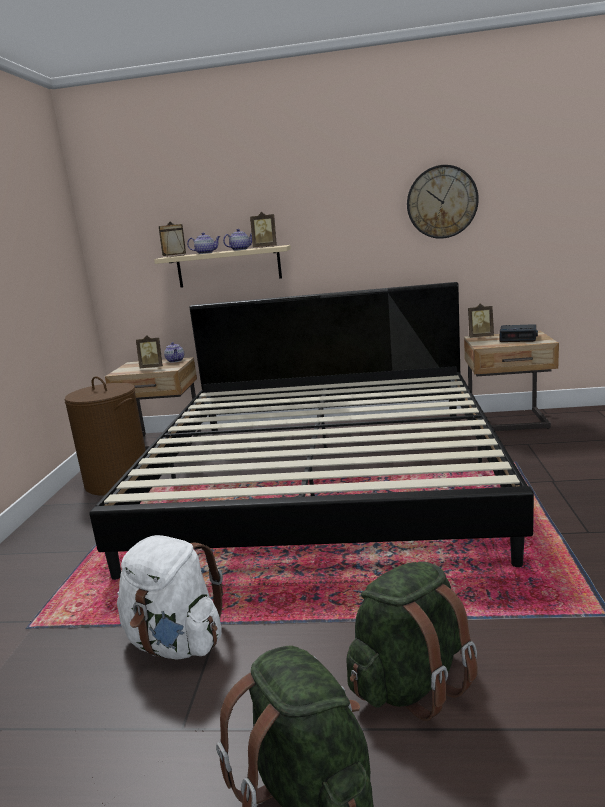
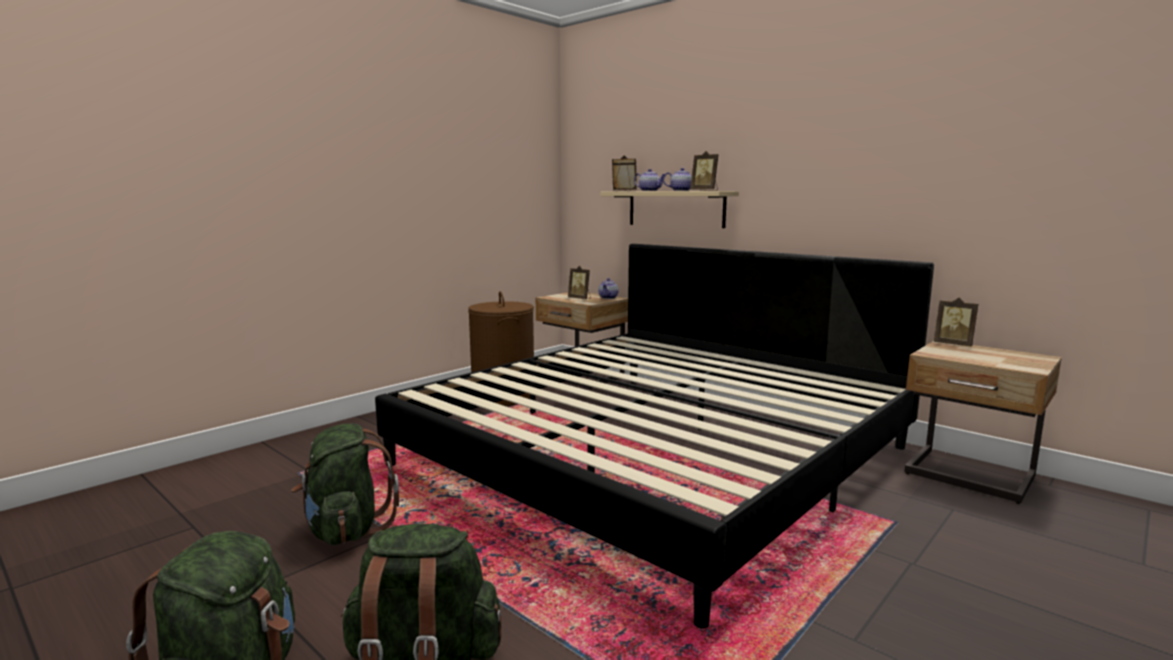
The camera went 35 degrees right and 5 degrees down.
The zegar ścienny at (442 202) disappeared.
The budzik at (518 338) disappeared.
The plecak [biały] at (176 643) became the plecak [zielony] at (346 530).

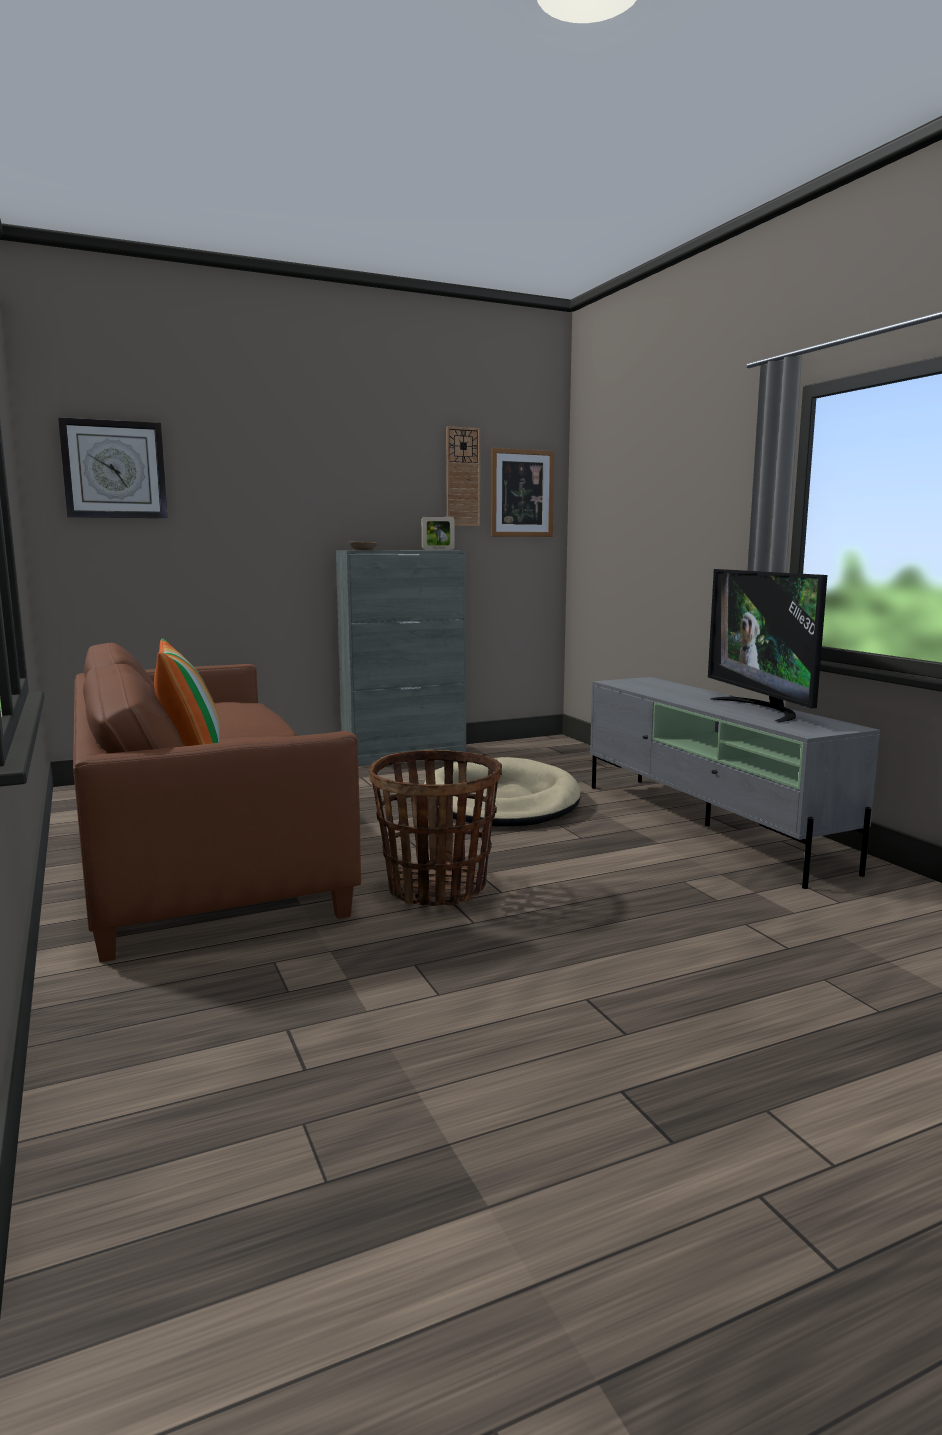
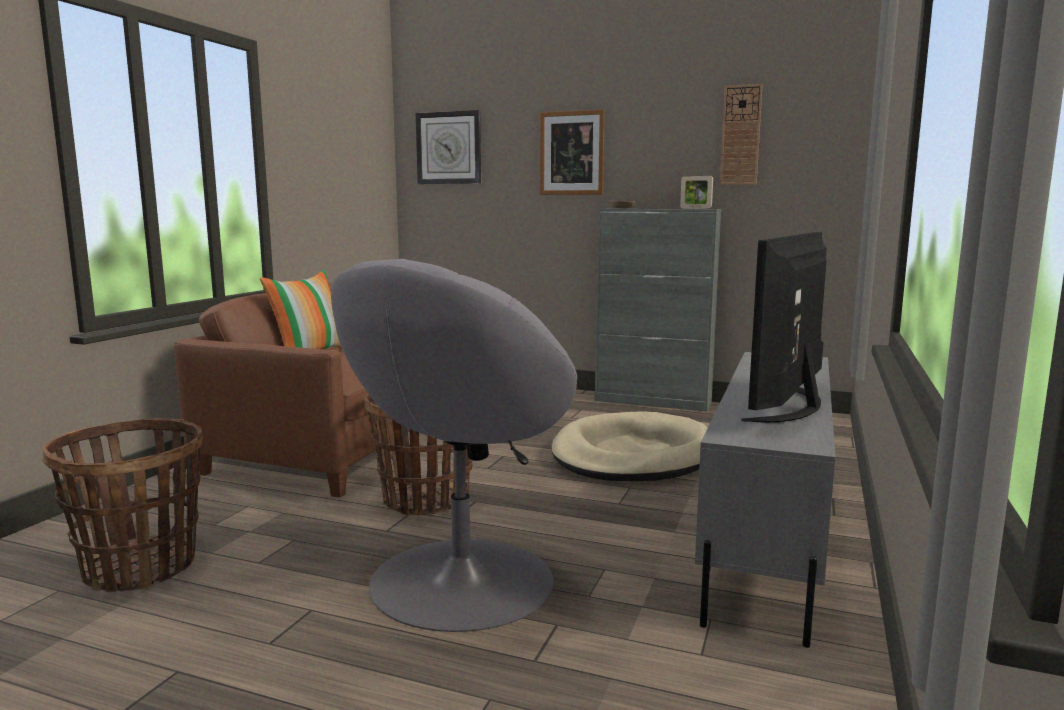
The camera went 45 degrees right and 0 degrees up.
The koszyk at (140 567) appeared.
The fotel [szary] at (459 582) appeared.
The obraz moved from (522 493) to (571 153).

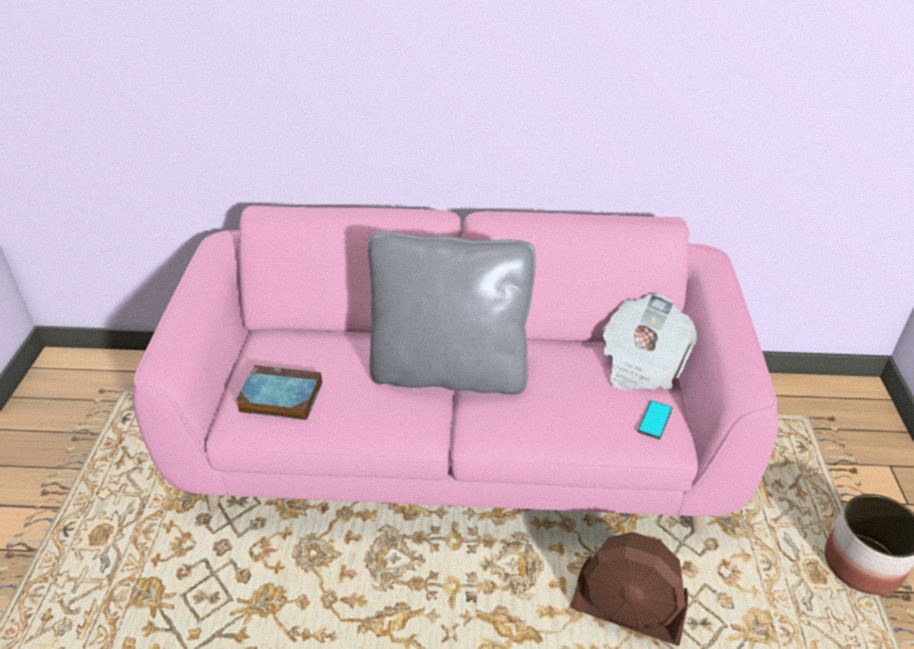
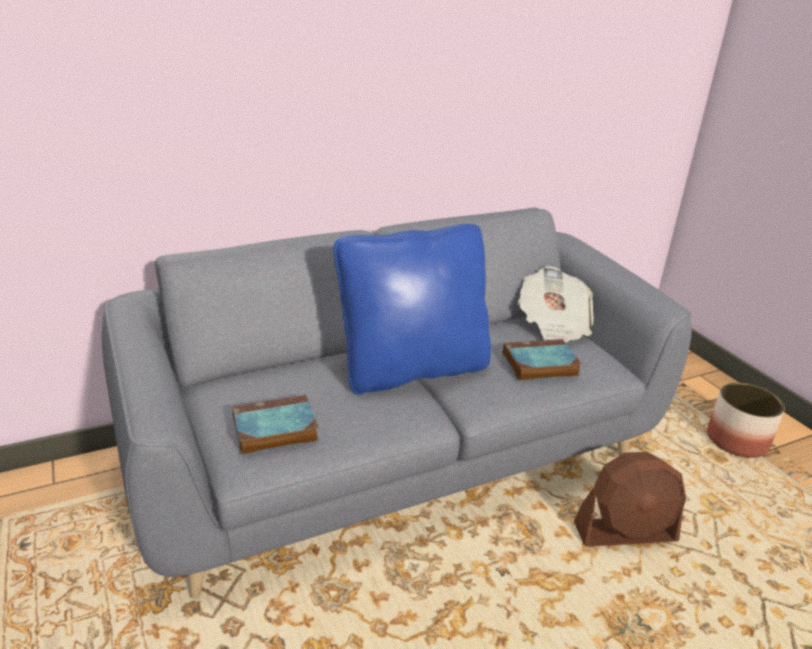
The camera went 30 degrees left and 10 degrees down.
The telefon at (655 420) disappeared.
The książka at (539 365) appeared.
The kanapa [różowy] at (457 447) became the kanapa [szary] at (398 458).
The poduszka [szary] at (449 372) became the poduszka [niebieski] at (412 369).

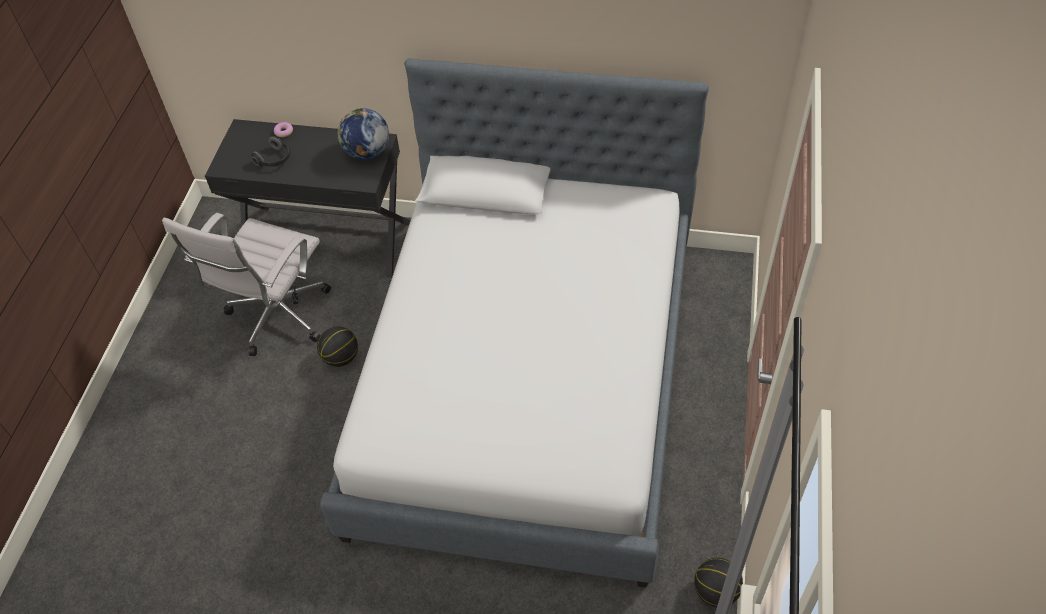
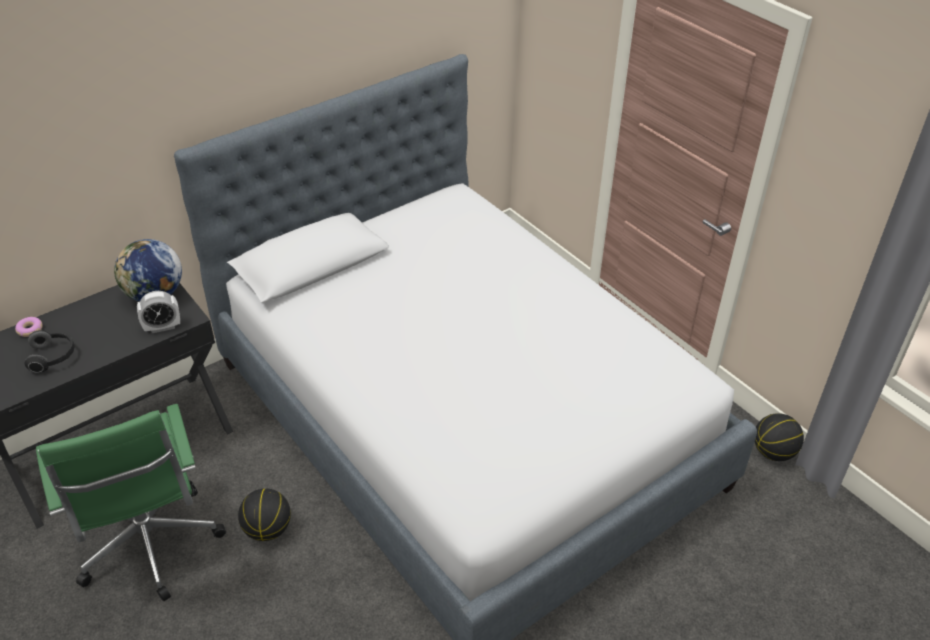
The camera went 50 degrees left and 10 degrees down.
The budzik at (162 327) appeared.
The krzesło biurowe [biały] at (276 318) became the krzesło biurowe [zielony] at (151 548).

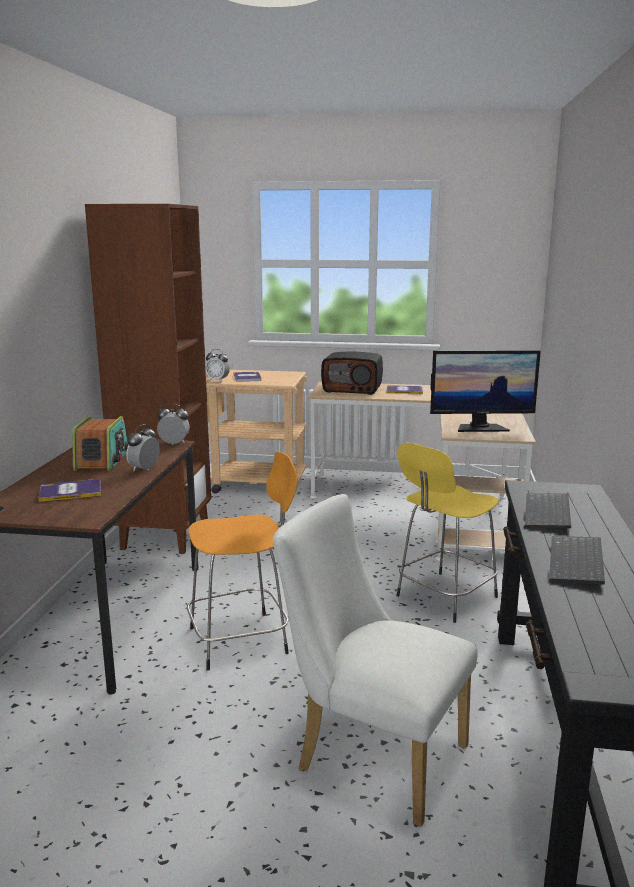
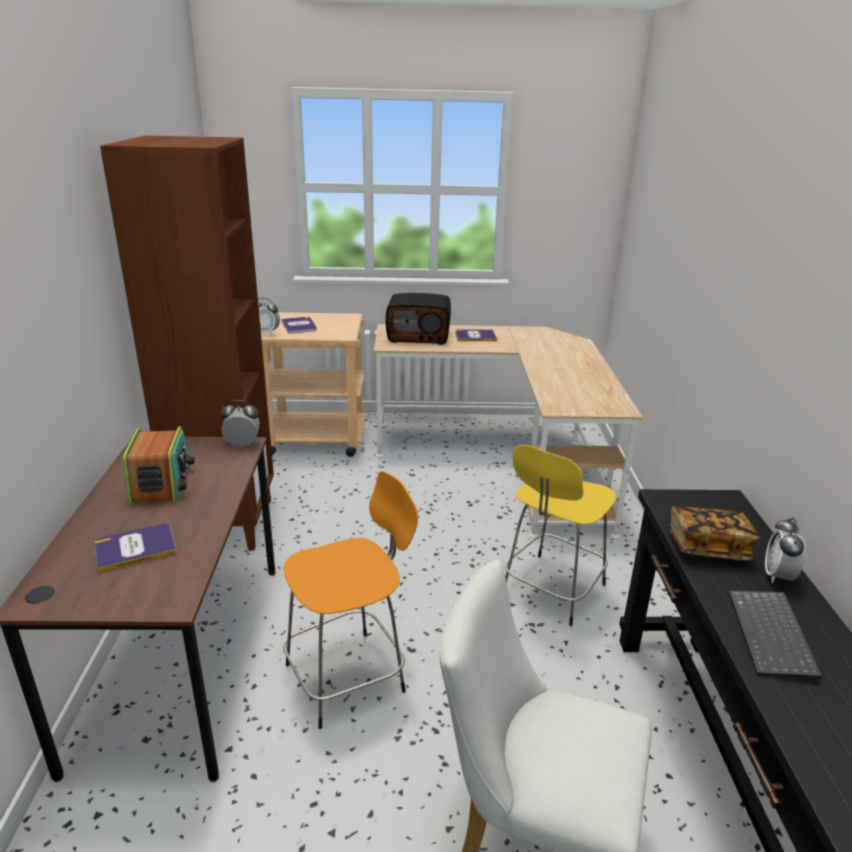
The camera went 10 degrees left and 10 degrees up.
The monitor at (480 428) disappeared.
The budzik moved from (144 469) to (778 576).
The klawiatura at (549 513) was replaced by the książka at (708 547).

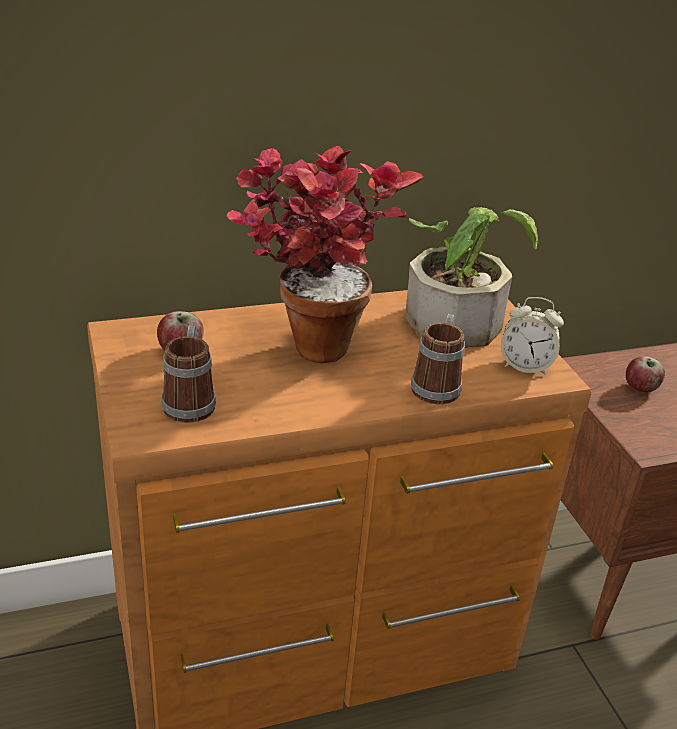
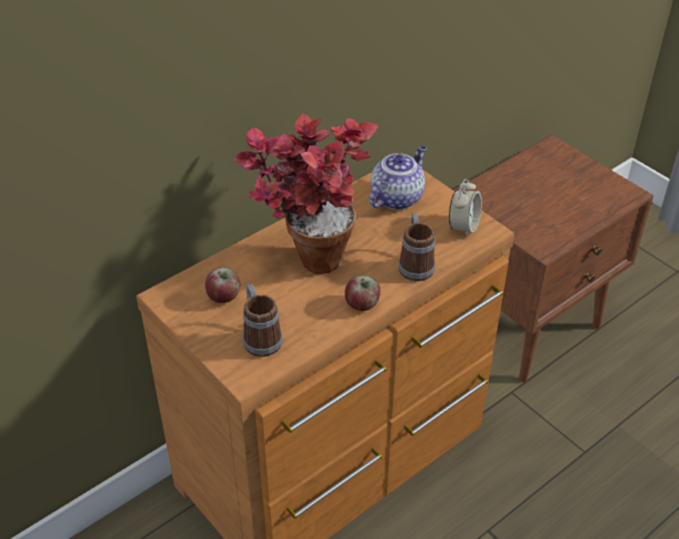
The camera went 20 degrees left and 10 degrees up.
The jabłko moved from (640 388) to (362 305).
The roślina doniczkowa at (458 316) was replaced by the imbryk at (397 197).
The budzik at (525 365) turned 60 degrees counterclockwise.

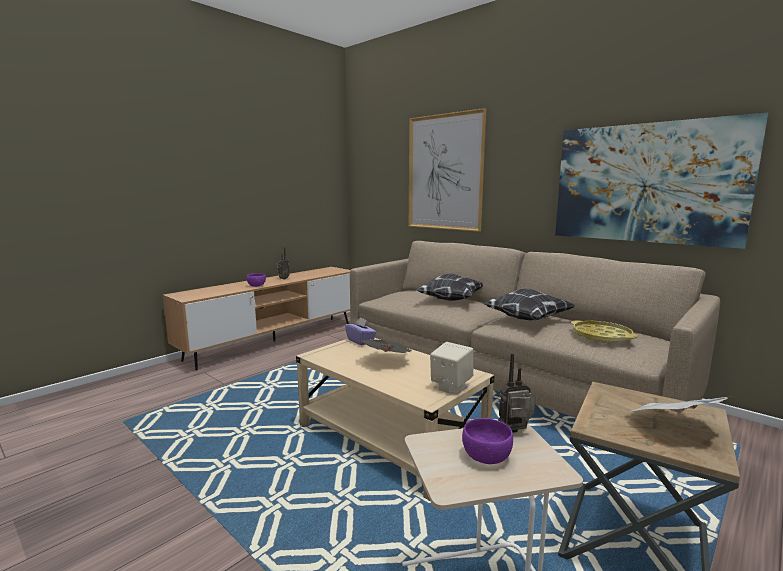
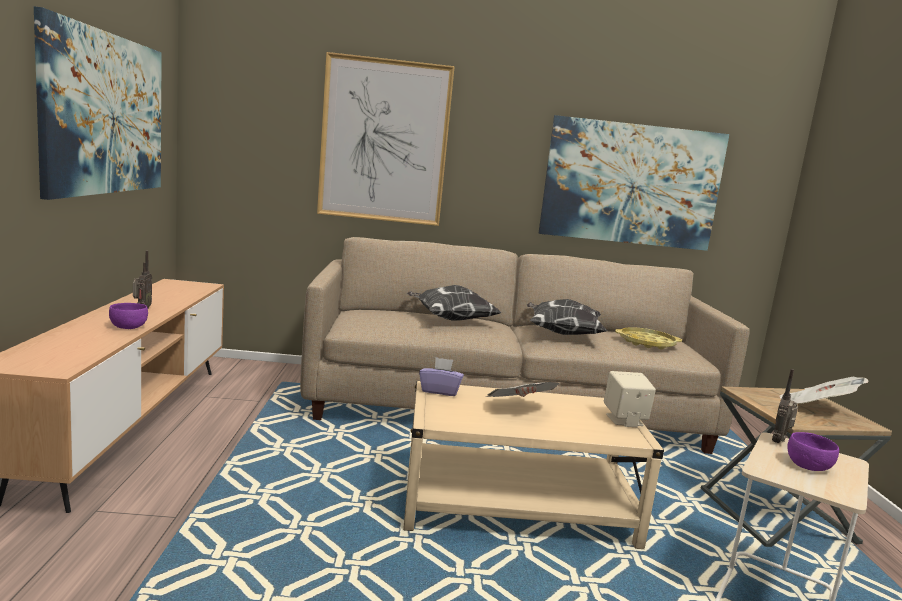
The camera went 45 degrees left and 0 degrees up.
The obraz at (106 114) appeared.

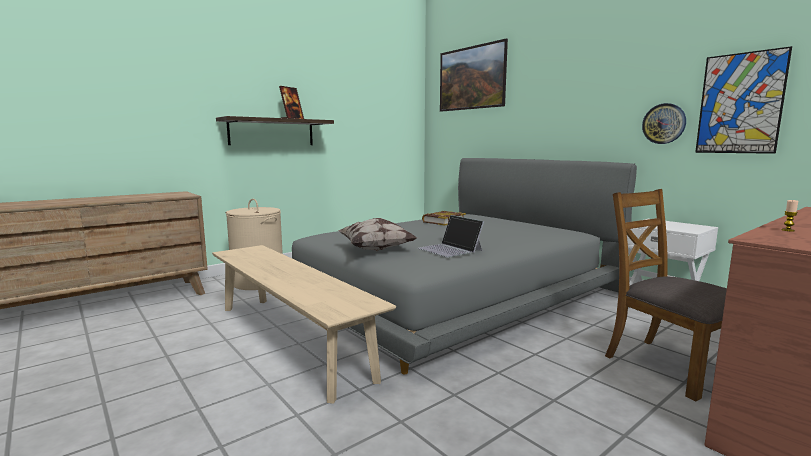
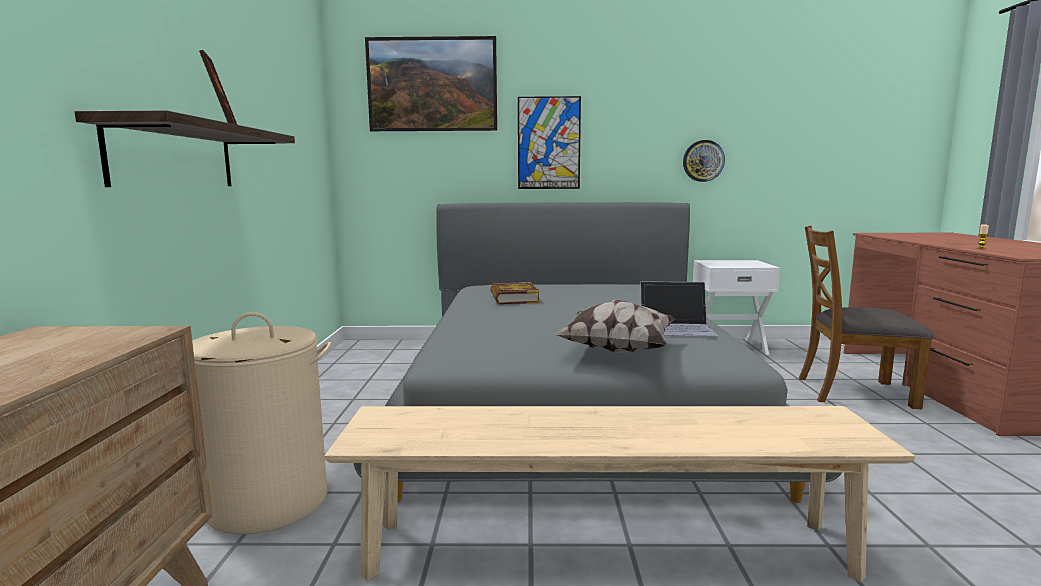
The camera went 50 degrees left and 0 degrees up.
The obraz moved from (740 103) to (549 143).

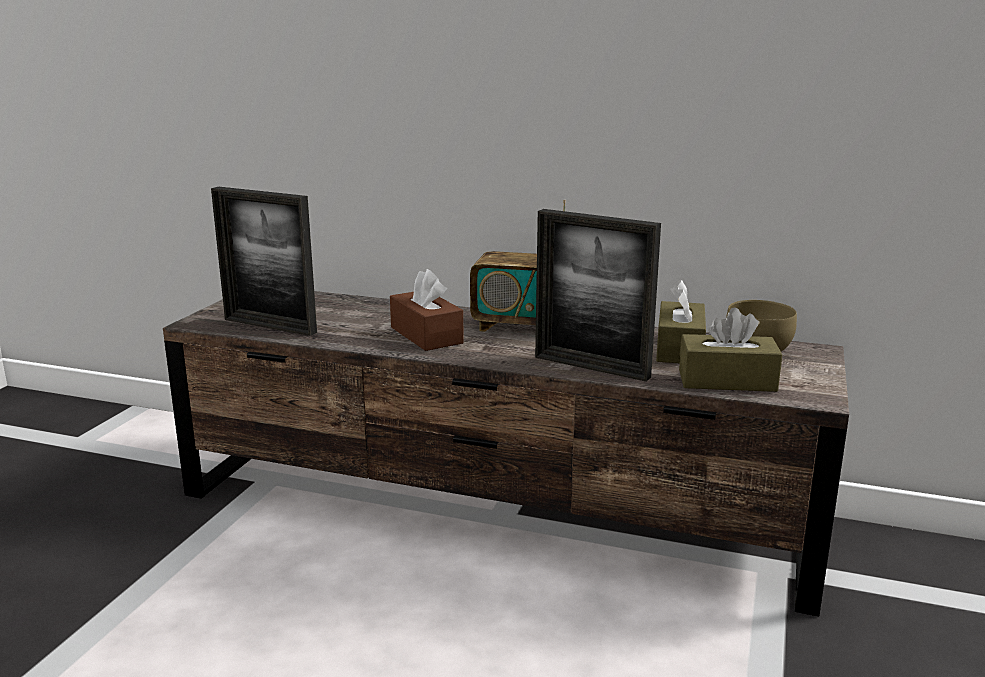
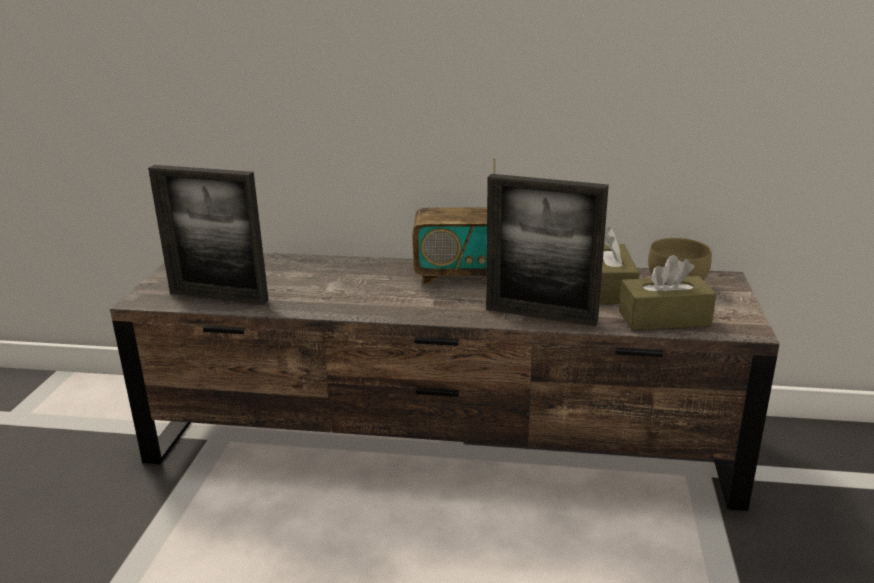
The camera went 10 degrees left and 5 degrees up.
The pudełko chusteczek [brązowy] at (426 335) disappeared.

